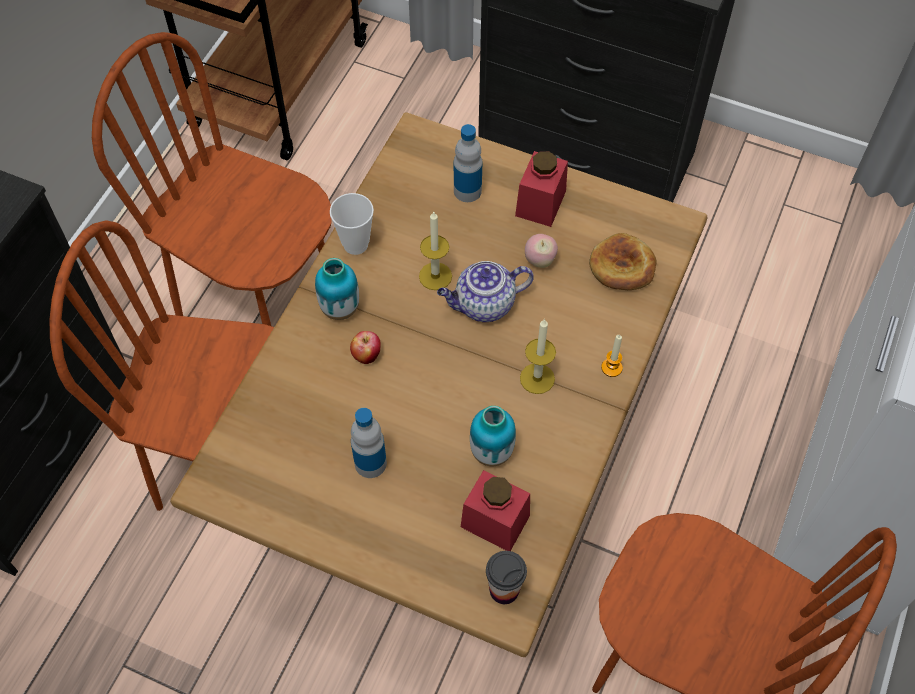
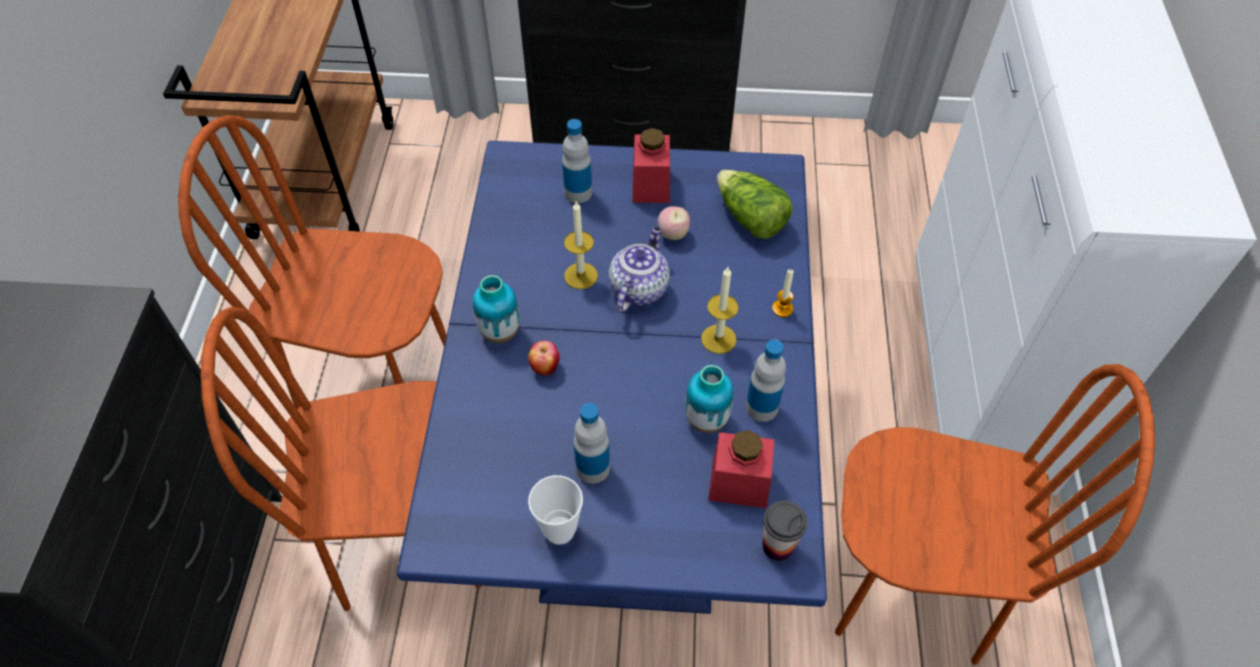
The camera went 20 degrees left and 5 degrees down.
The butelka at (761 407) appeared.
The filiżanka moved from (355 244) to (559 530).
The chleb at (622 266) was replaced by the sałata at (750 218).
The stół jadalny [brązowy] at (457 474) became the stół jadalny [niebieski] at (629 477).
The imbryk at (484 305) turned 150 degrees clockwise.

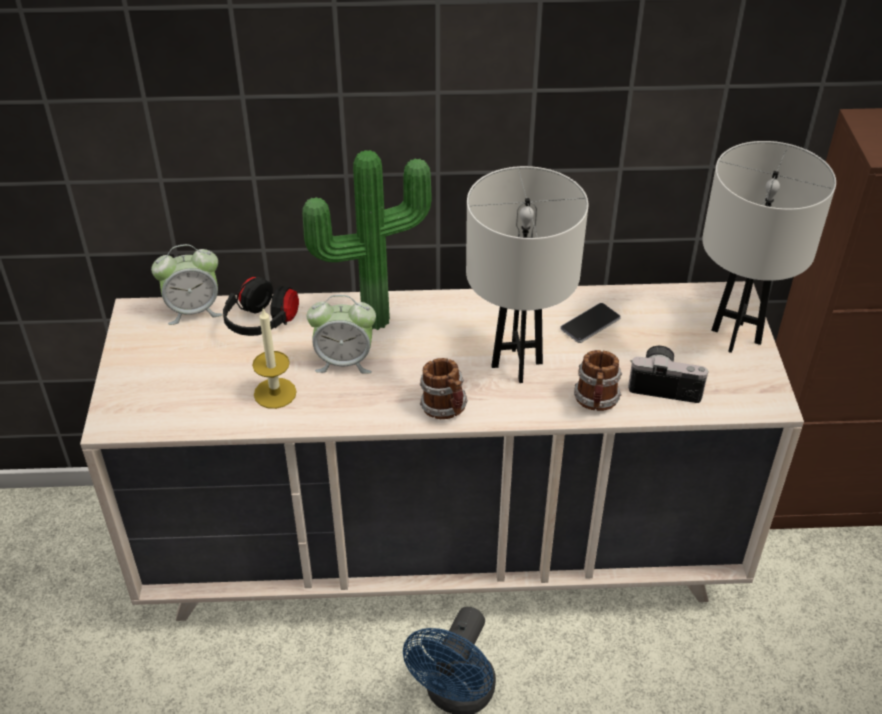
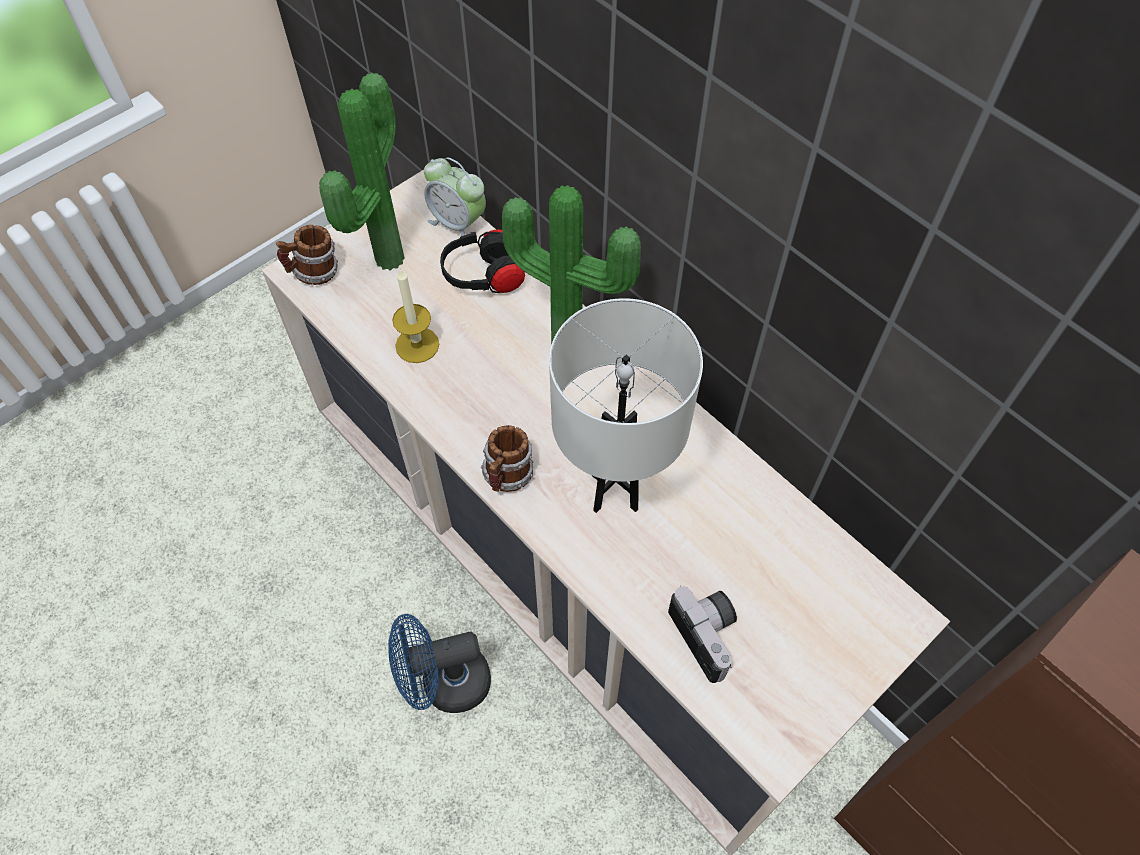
The camera went 50 degrees right and 15 degrees up.
The budzik at (344 361) disappeared.
The telefon at (590 324) disappeared.
The lampa stołowa [biały] at (735 336) disappeared.
The roślina doniczkowa at (384 258) appeared.
The kubek moved from (596 402) to (314 273).

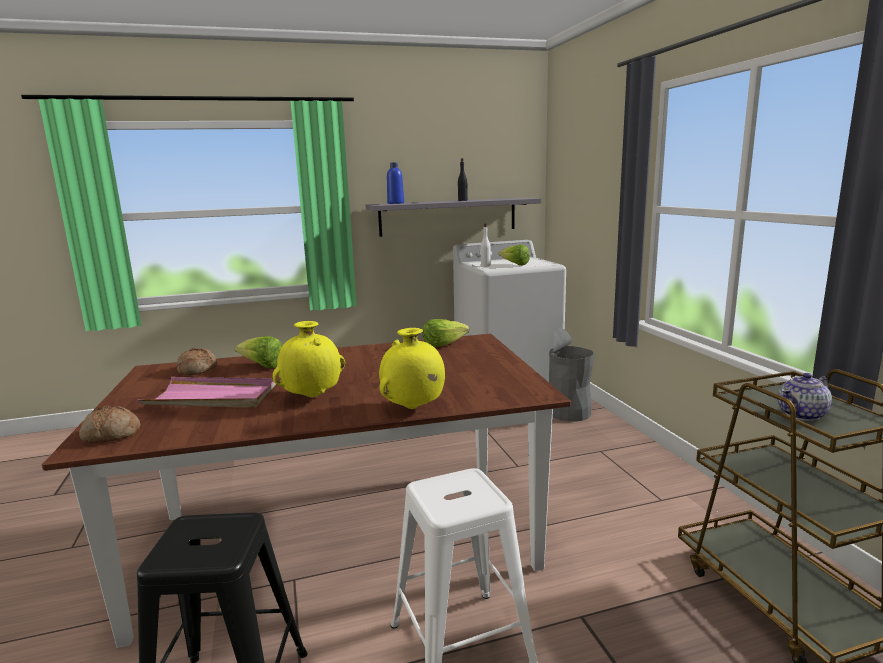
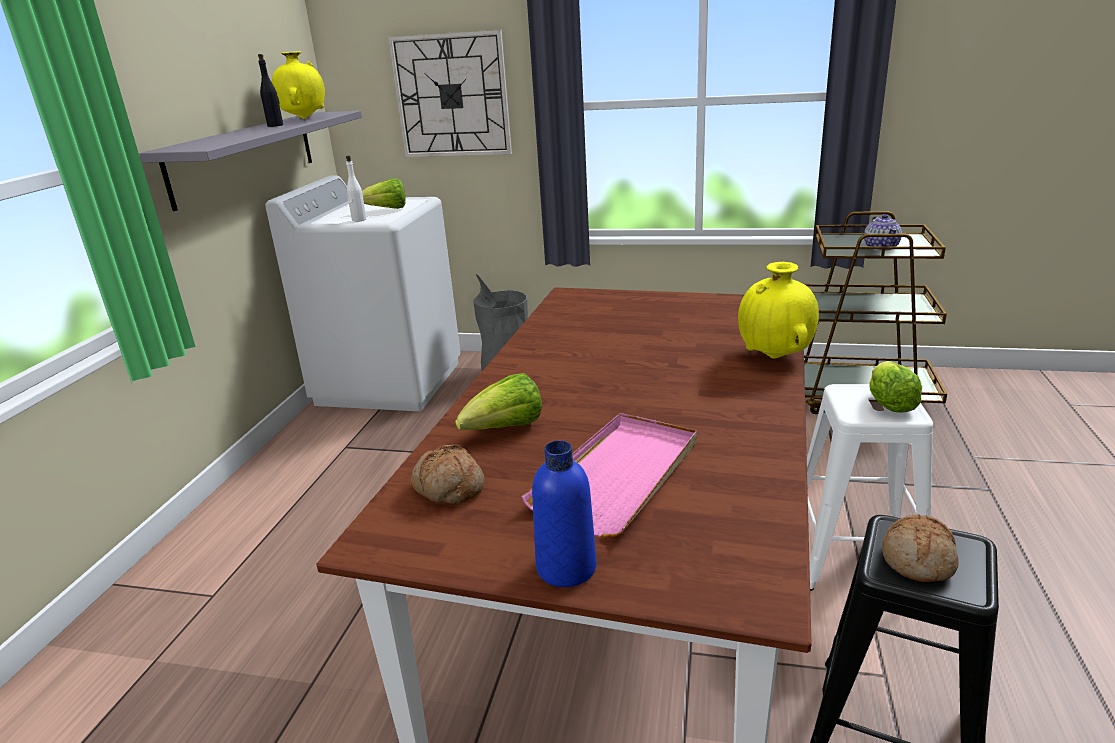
The camera went 60 degrees left and 10 degrees up.
The zegar ścienny at (451 96) appeared.
The chleb moved from (111 435) to (919 560).
The wazon [żółty] moved from (313 396) to (304 118).
The butelka [niebieski] moved from (395 203) to (566 568).
The sałata moved from (443 344) to (889 402).

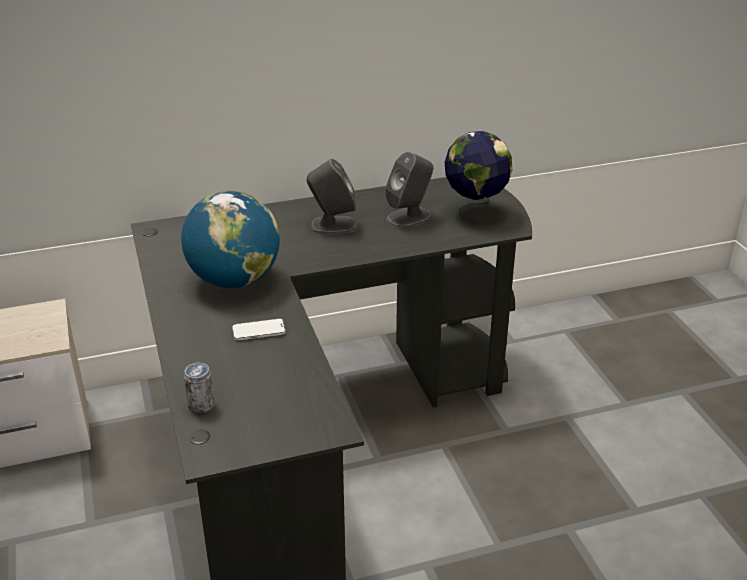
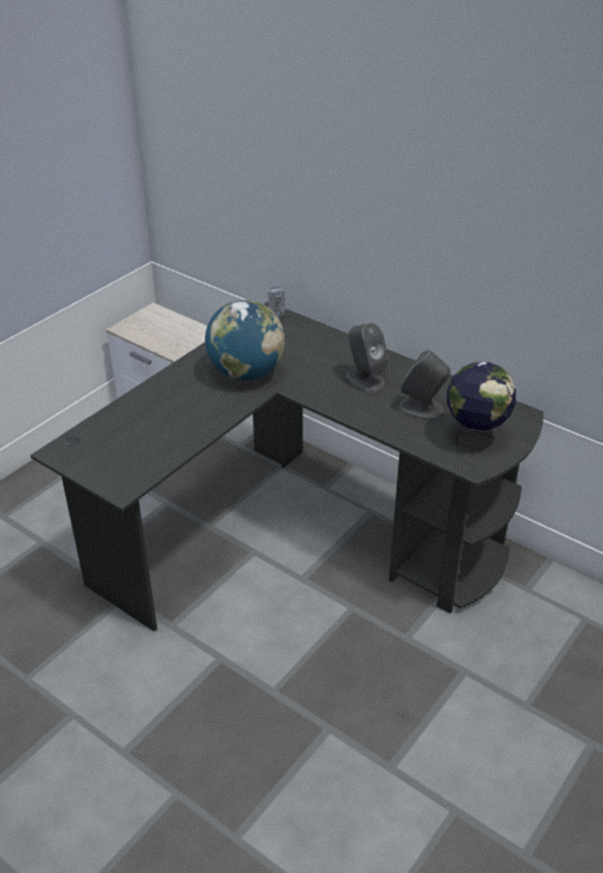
The camera went 55 degrees right and 5 degrees up.
The telefon at (258 331) disappeared.
The puszka moved from (201 405) to (276 314).

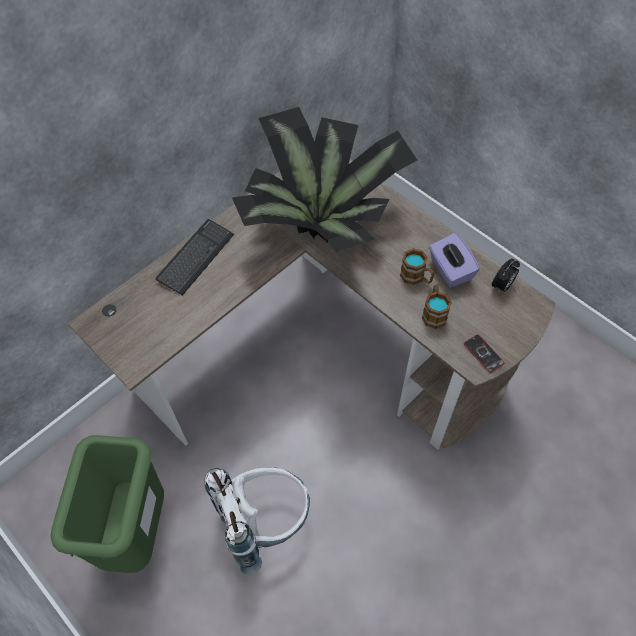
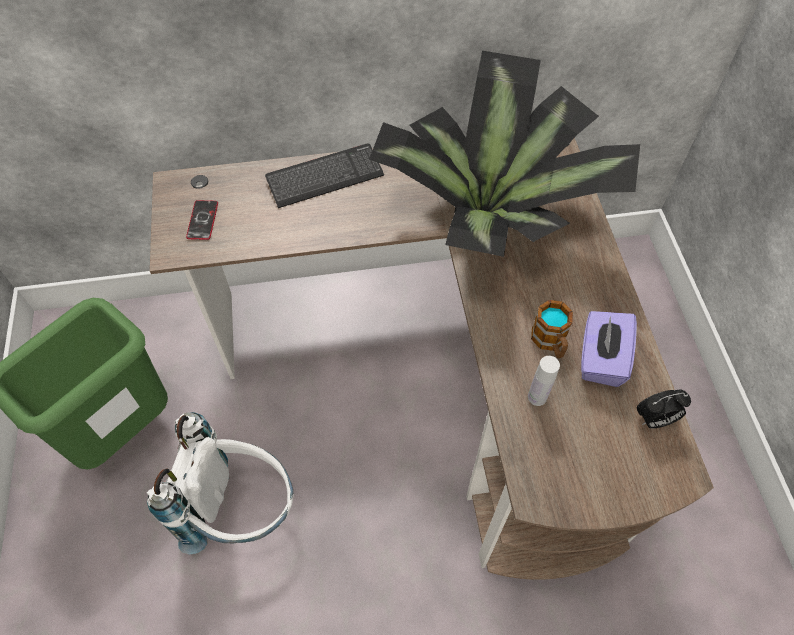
The camera went 35 degrees right and 0 degrees up.
The telefon moved from (483 353) to (202 220).
The kubek at (434 313) was replaced by the butelka [biały] at (537 397).

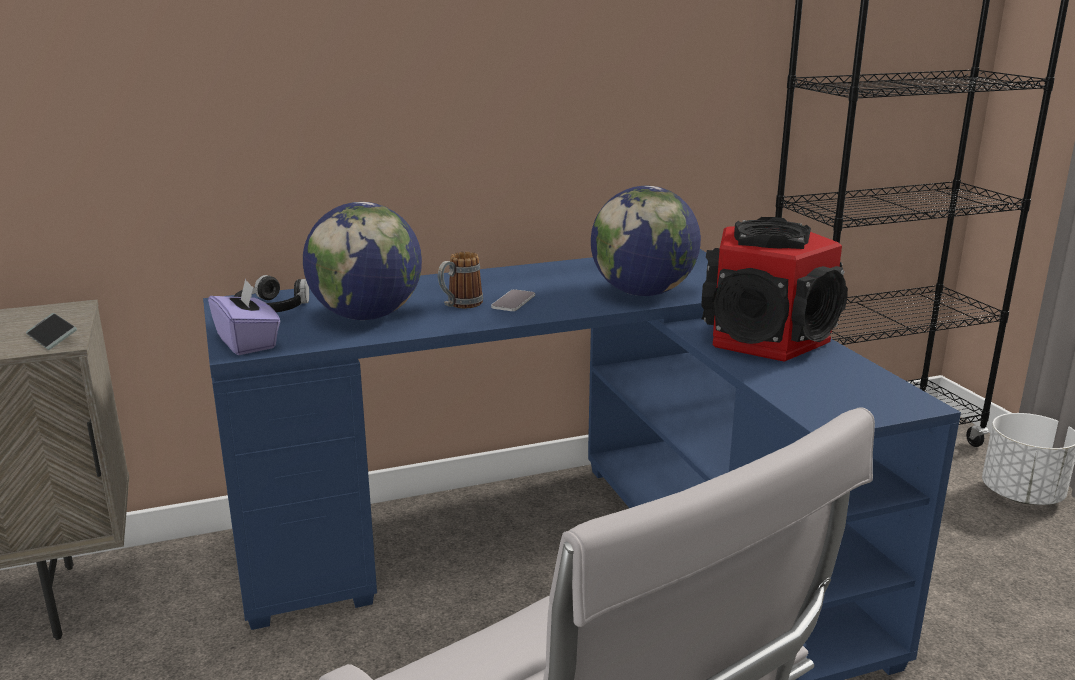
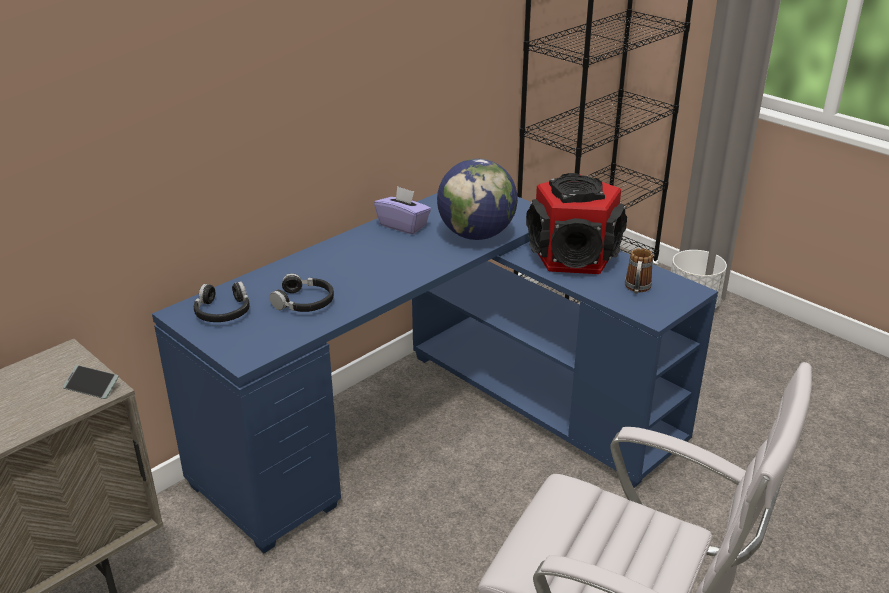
The camera went 25 degrees left and 10 degrees up.
The telefon at (513 301) disappeared.
The pudełko chusteczek [fioletowy] moved from (248 342) to (403 225).
The kubek moved from (459 305) to (637 289).
The globus at (366 316) was replaced by the słuchawki [czarny] at (304 302).

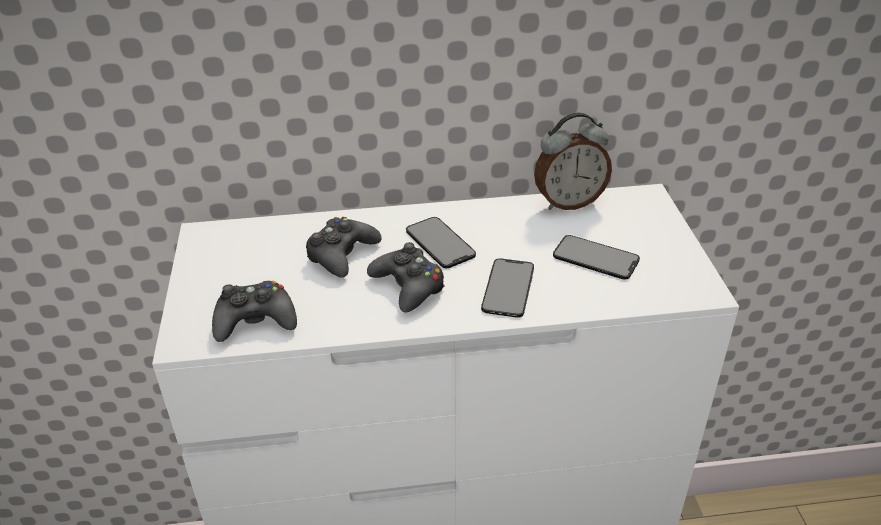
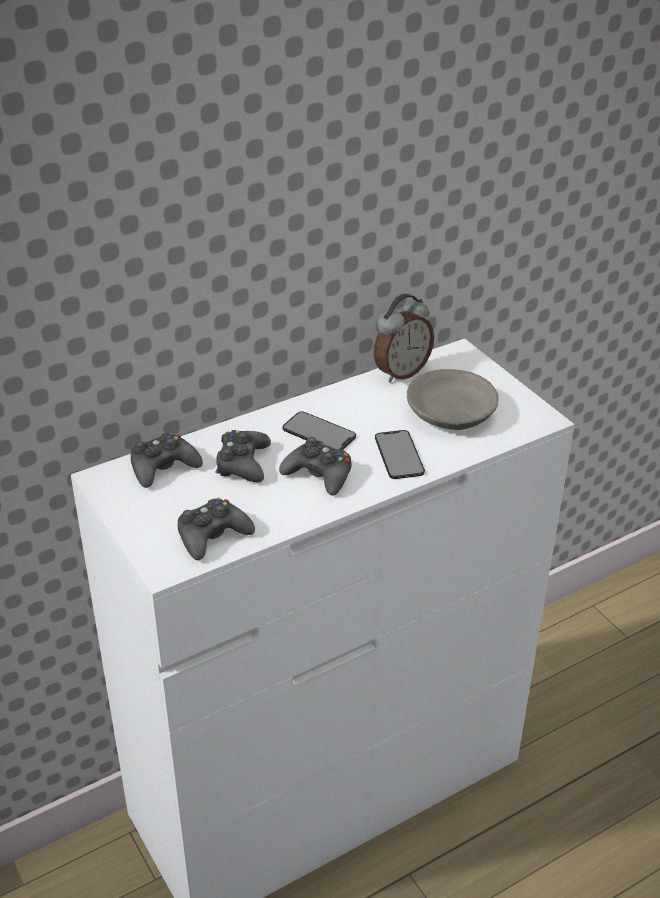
The camera went 25 degrees left and 0 degrees up.
The pad do gier [czarny] at (163 467) appeared.
The telefon at (595 257) was replaced by the miska [szary] at (450 413).

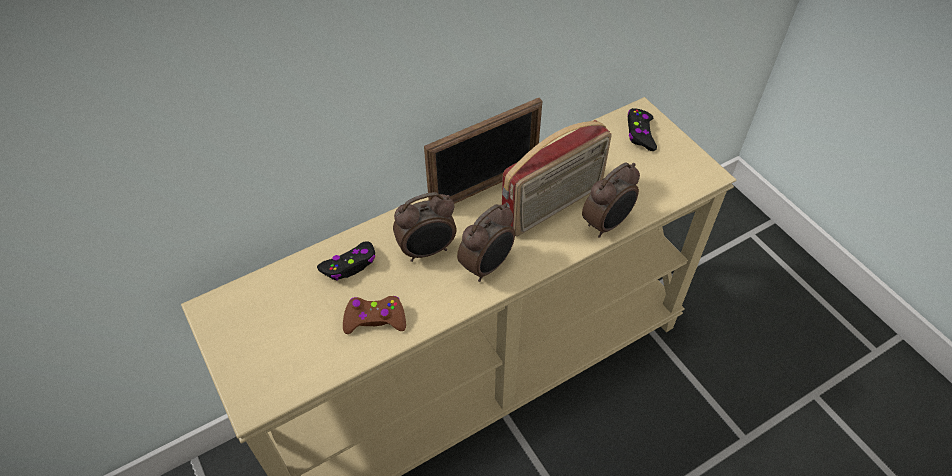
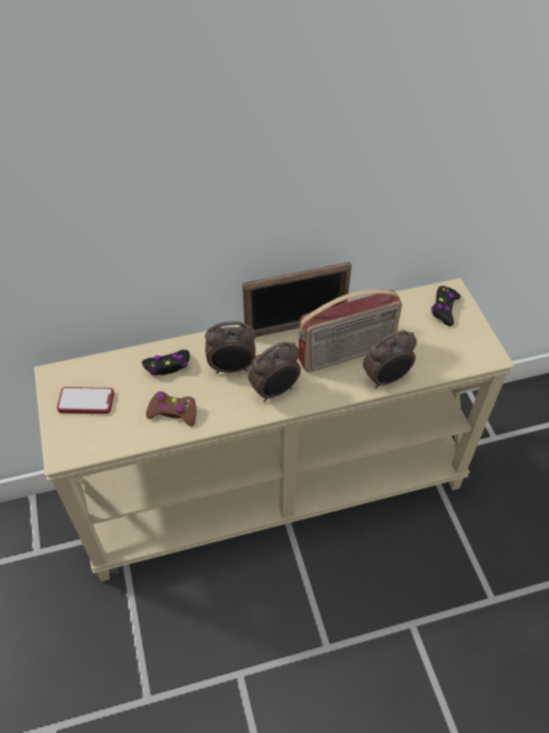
The camera went 15 degrees right and 0 degrees up.
The telefon at (86 401) appeared.

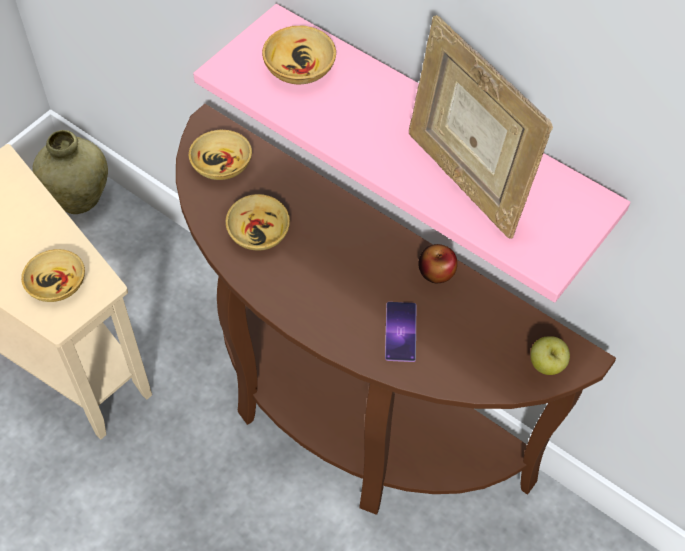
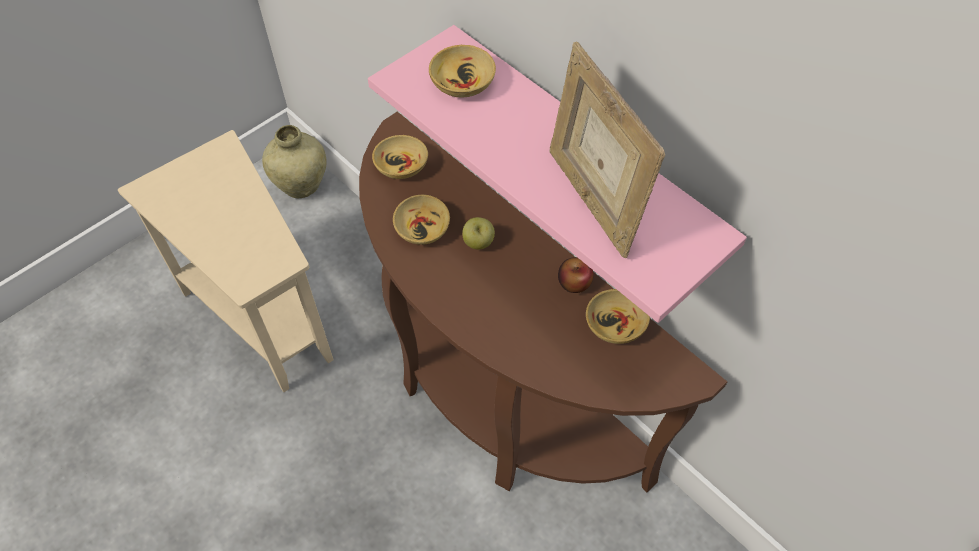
The camera went 10 degrees right and 0 degrees up.
The telefon at (400 332) disappeared.
The miska [beżowy] moved from (57 284) to (615 325).
The jabłko moved from (546 365) to (478 243).

